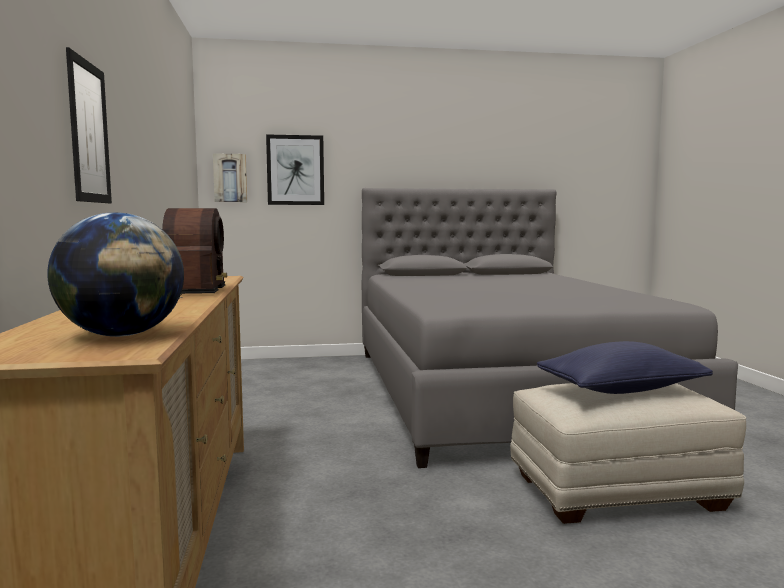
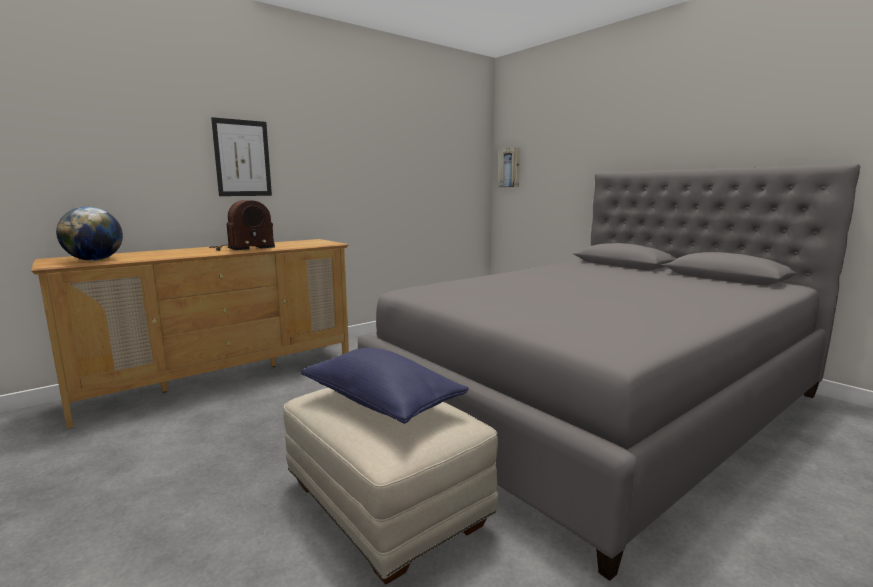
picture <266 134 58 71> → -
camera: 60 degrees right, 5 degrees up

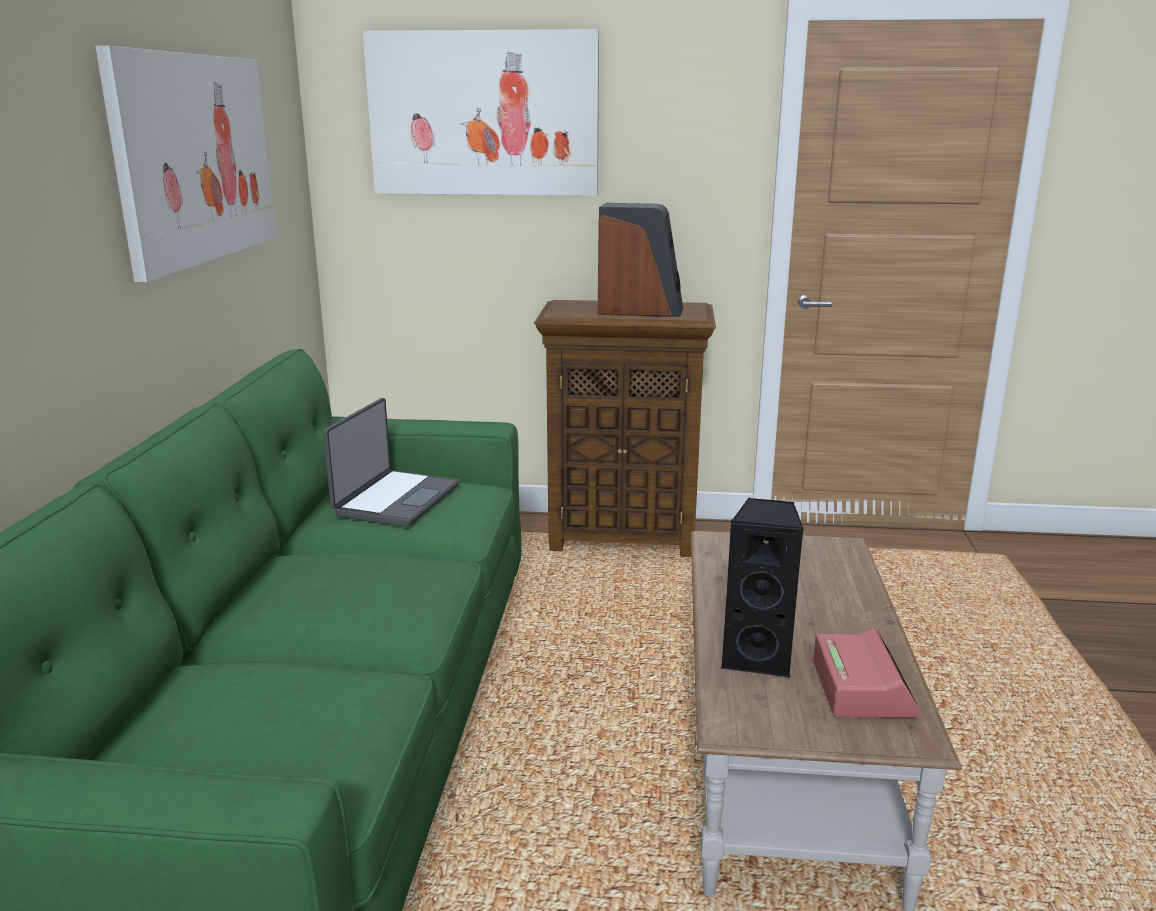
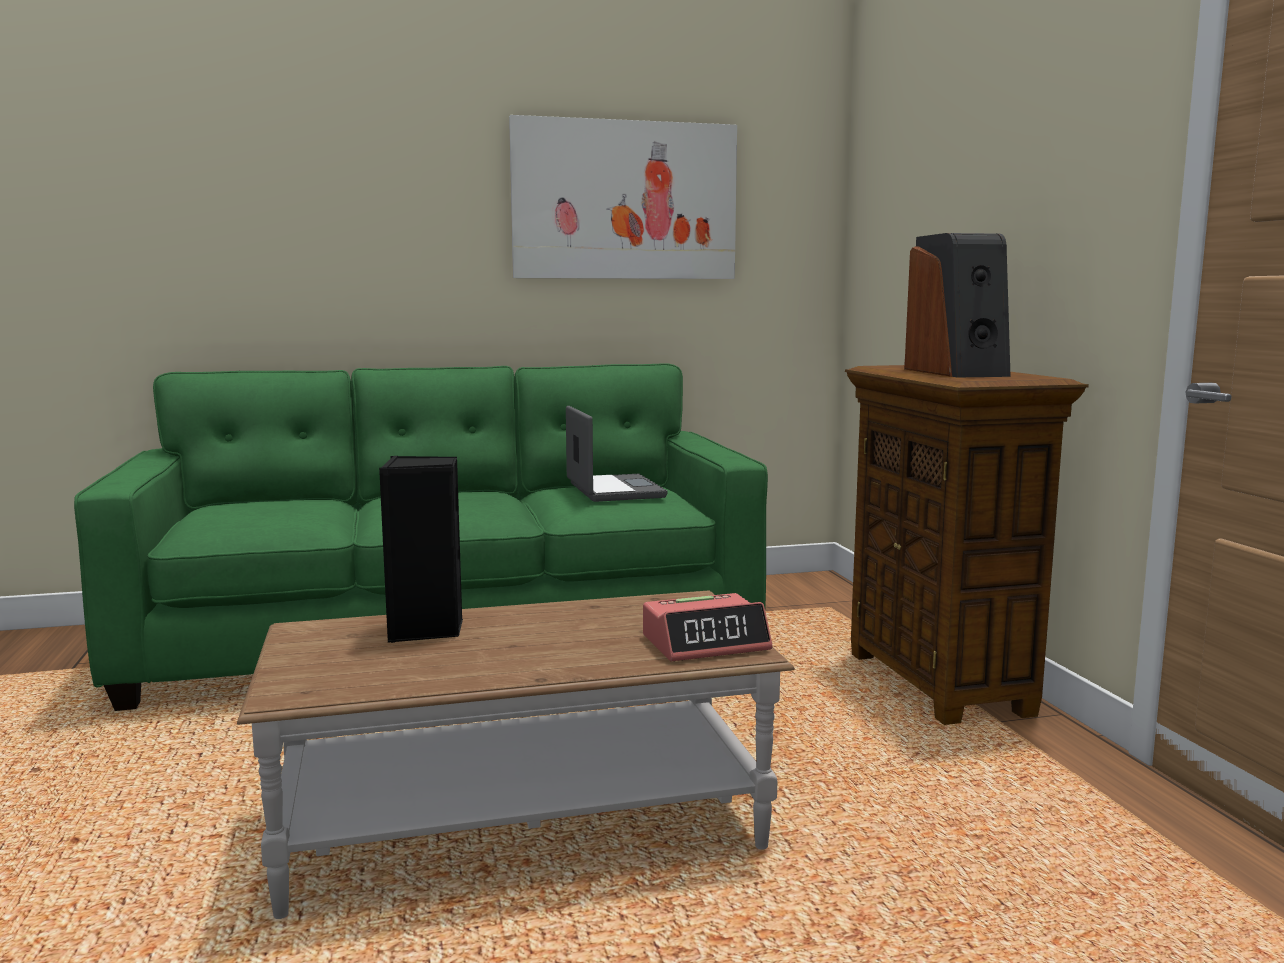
picture <363 29 236 167> → -
laptop <323 398 136 129> → laptop <566 406 102 96>, 105 degrees counterclockwise
alarm clock <813 628 108 90> → alarm clock <643 593 129 68>, relocated
camera: 70 degrees right, 10 degrees down

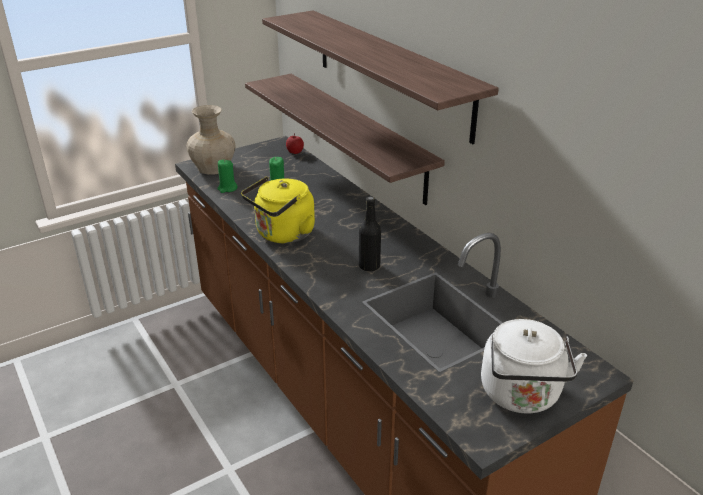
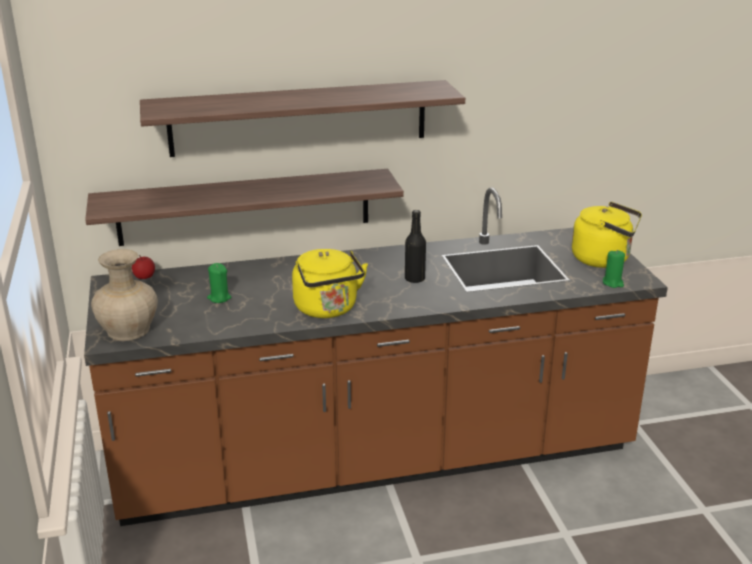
green candle <218 159 20 34> → green candle <603 250 22 38>, relocated
white kettle <481 319 106 95> → yellow kettle <572 202 70 66>
camera: 70 degrees left, 5 degrees down

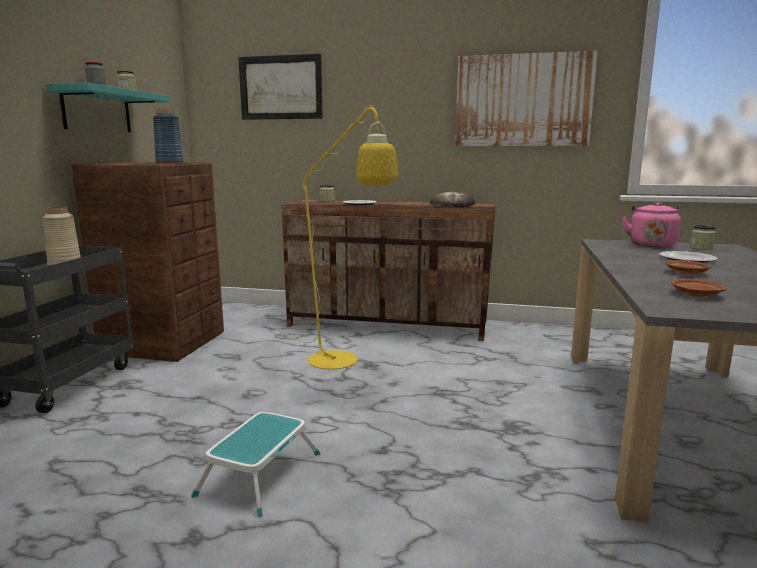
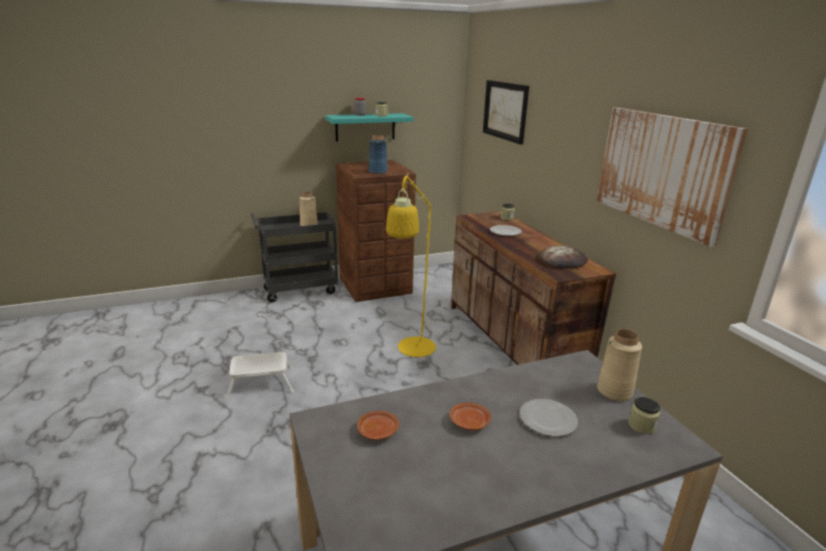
pink kettle <621 202 60 45> → beige vase <597 329 45 72>
turquoise step ladder <191 412 129 106> → white step ladder <225 352 69 48>
camera: 55 degrees right, 10 degrees up

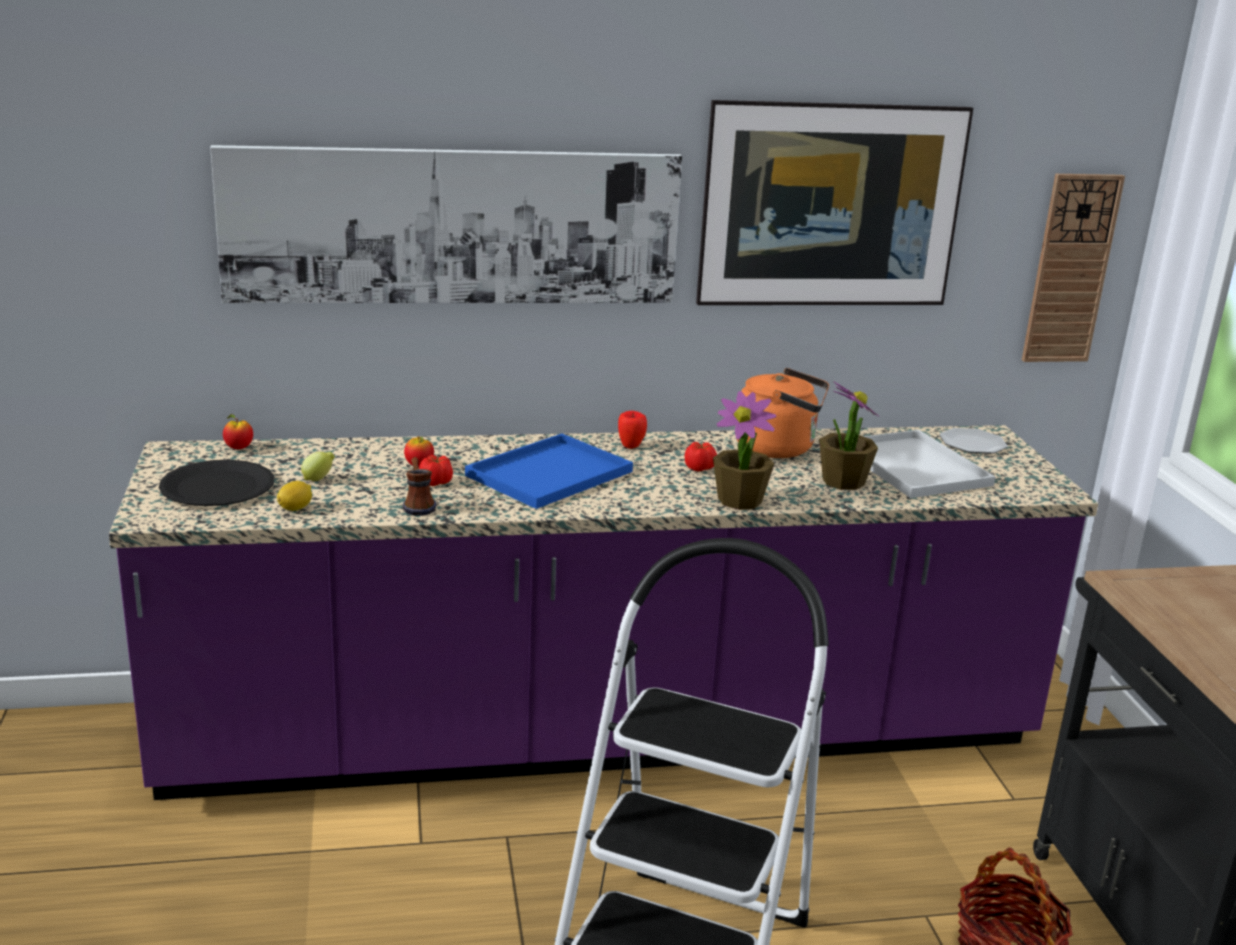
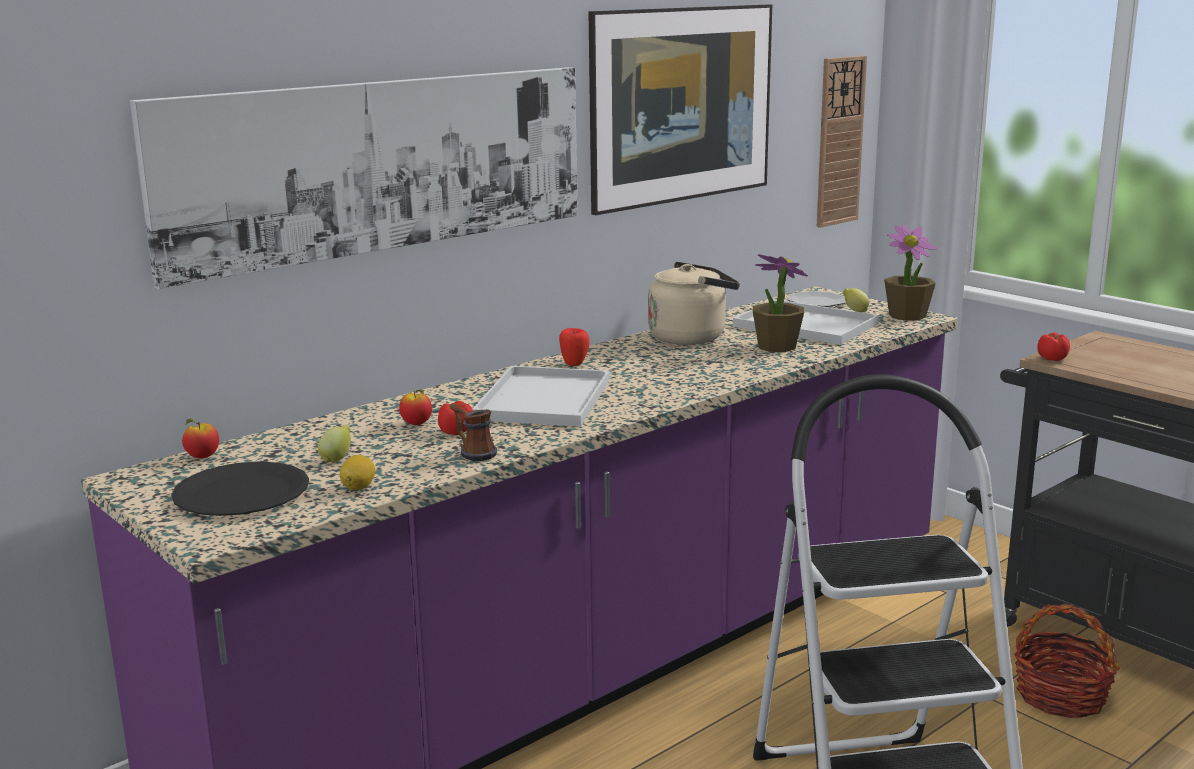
orange kettle <737 368 92 90> → beige kettle <648 262 92 83>
potted plant <713 391 63 119> → potted plant <884 225 53 96>, relocated
blue tray <465 434 168 75> → white tray <473 366 136 61>
tomato <685 442 32 30> → tomato <1037 332 33 29>, relocated
- → lemon <843 288 26 24>
camera: 30 degrees left, 5 degrees down

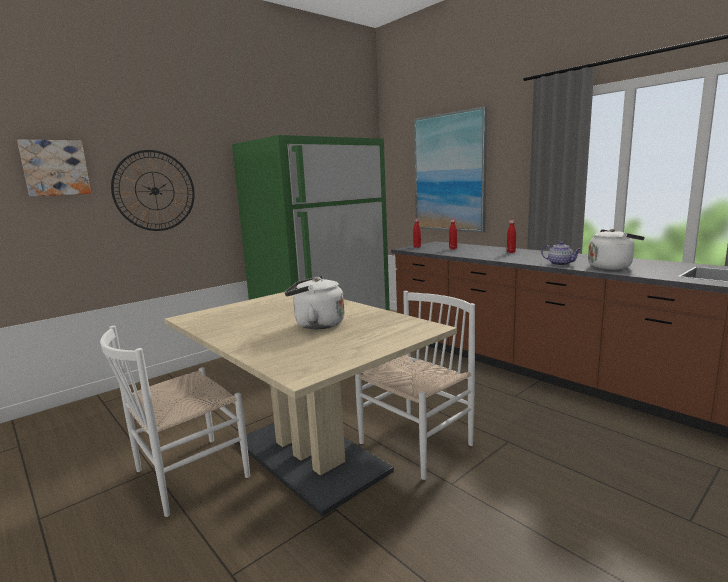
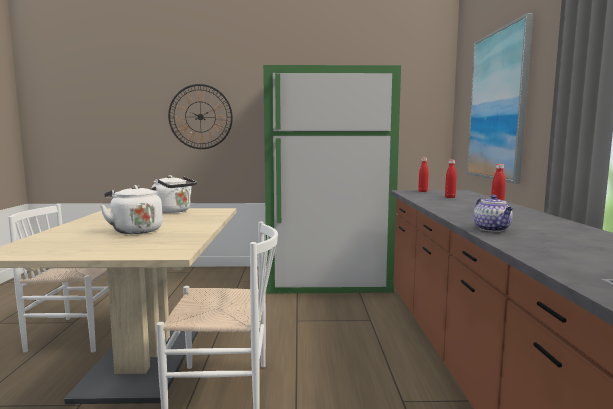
picture <17 139 74 58> → -
white kettle <588 229 57 41> → white kettle <151 175 46 38>, relocated
camera: 40 degrees right, 5 degrees down

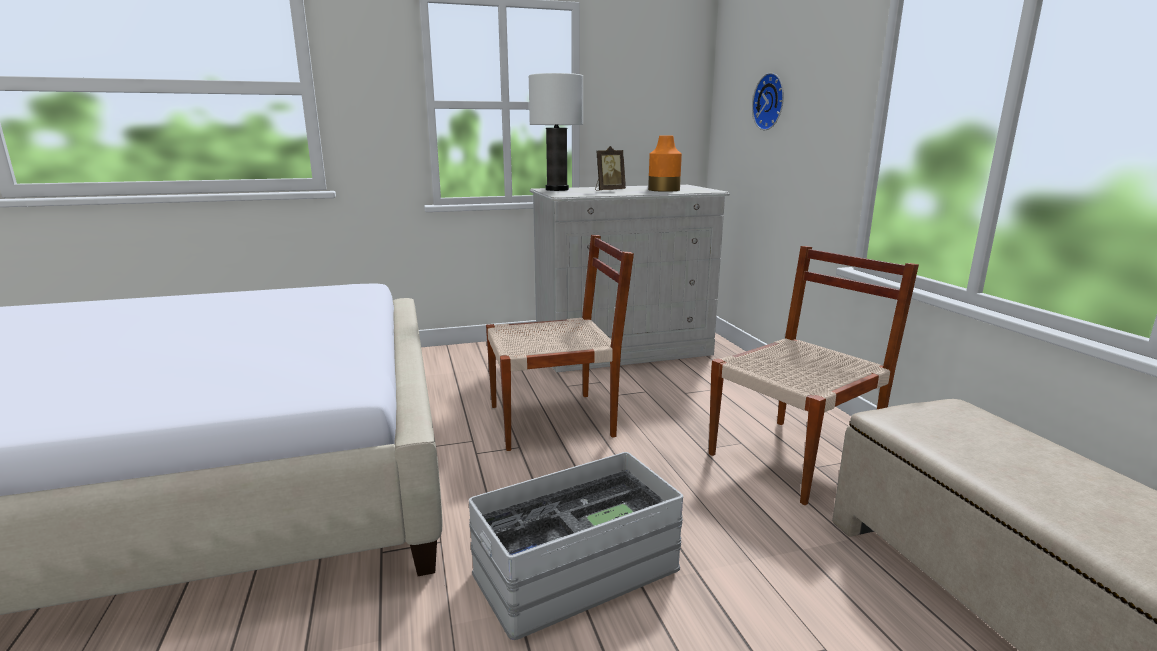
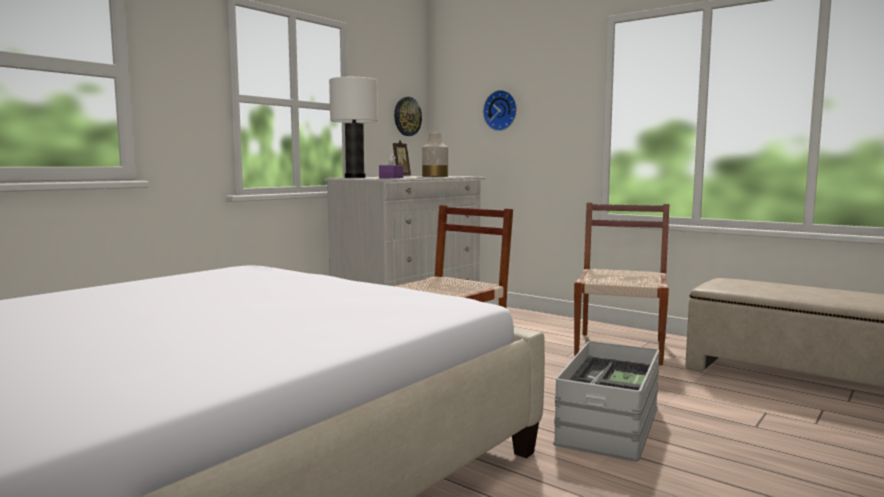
orange vase <648 136 34 56> → beige vase <422 133 26 44>
- → wall clock <394 97 28 39>
- → purple tissue box <379 153 25 26>
camera: 35 degrees left, 10 degrees down

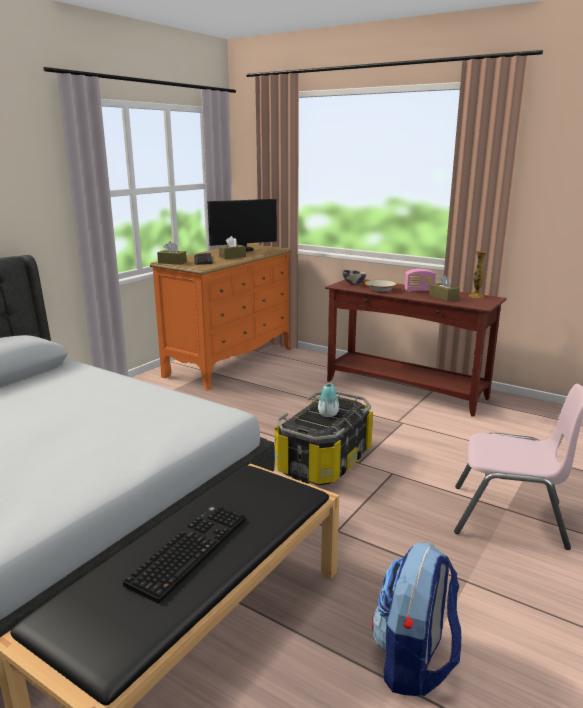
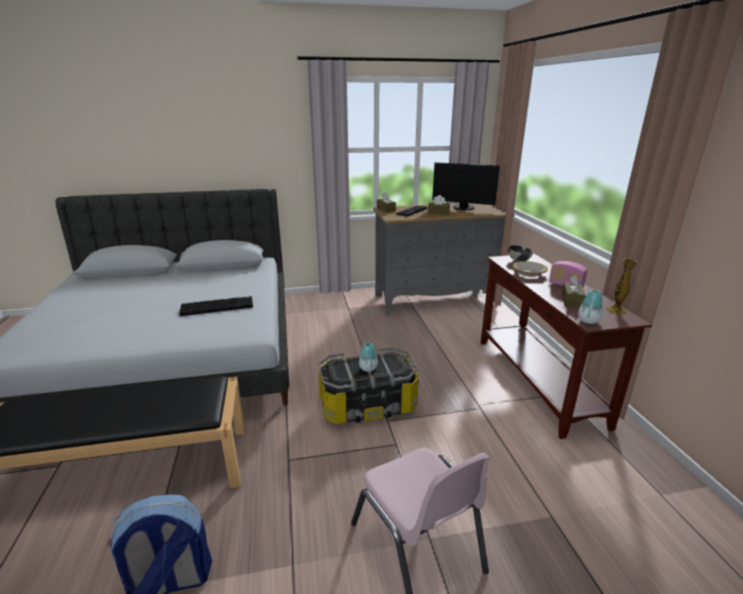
orange dresser <150 243 142 147> → grey dresser <373 203 142 113>
keyboard <123 504 122 100> → keyboard <179 296 74 20>, relocated
- → vase <578 290 25 34>
camera: 45 degrees right, 5 degrees up

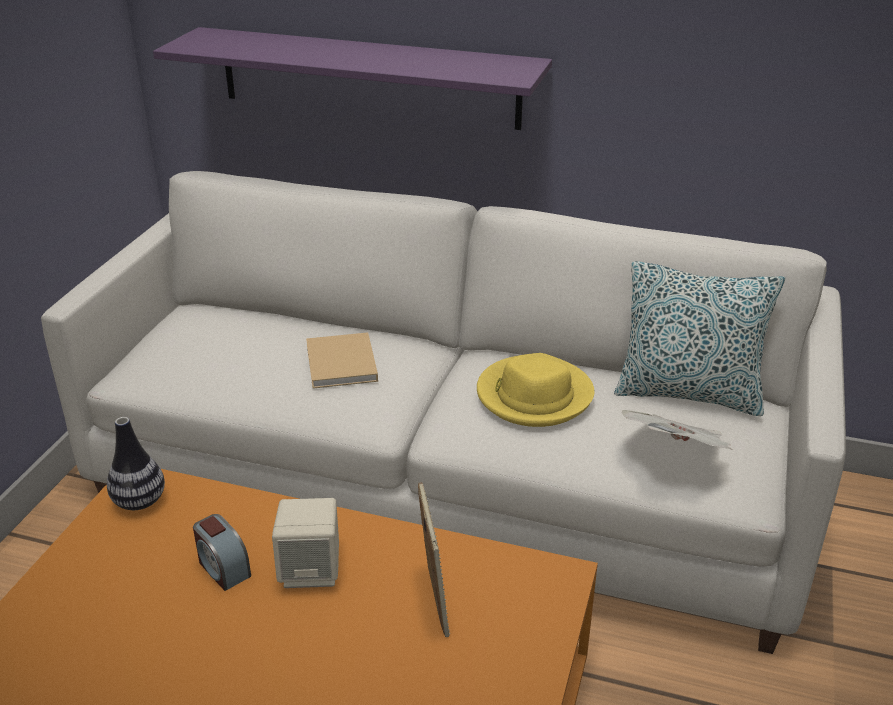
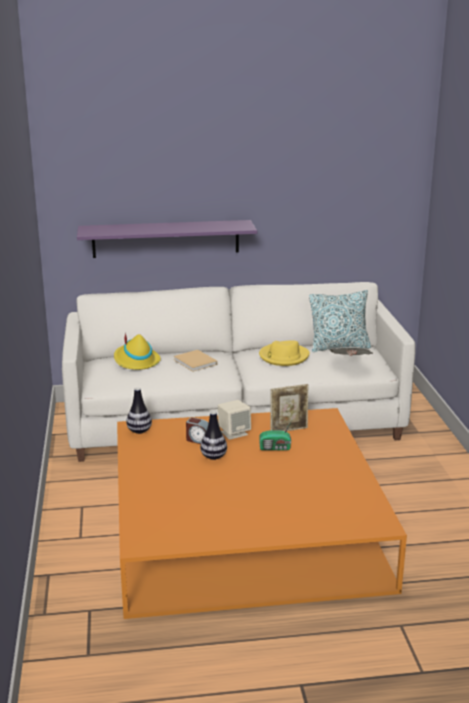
picture frame <418 482 32 155> → picture frame <270 384 39 47>, 105 degrees clockwise
- → yellow hat <114 334 47 36>
- → vase <200 411 27 49>
- → radio <259 418 34 32>
camera: 25 degrees left, 10 degrees down

